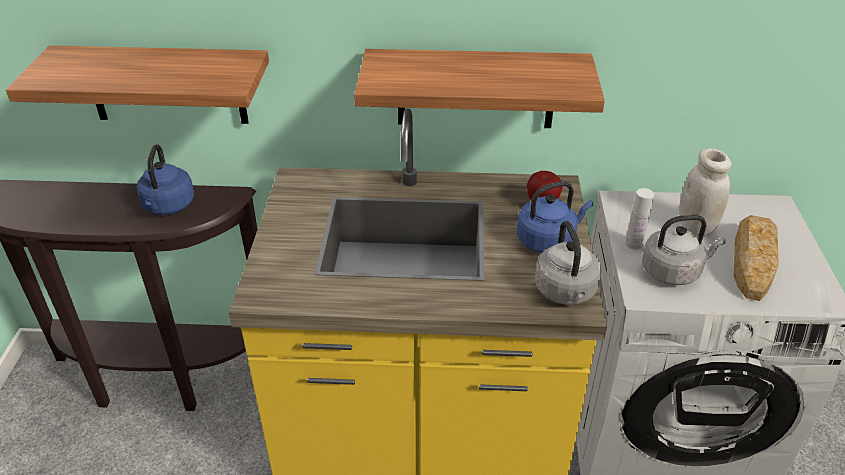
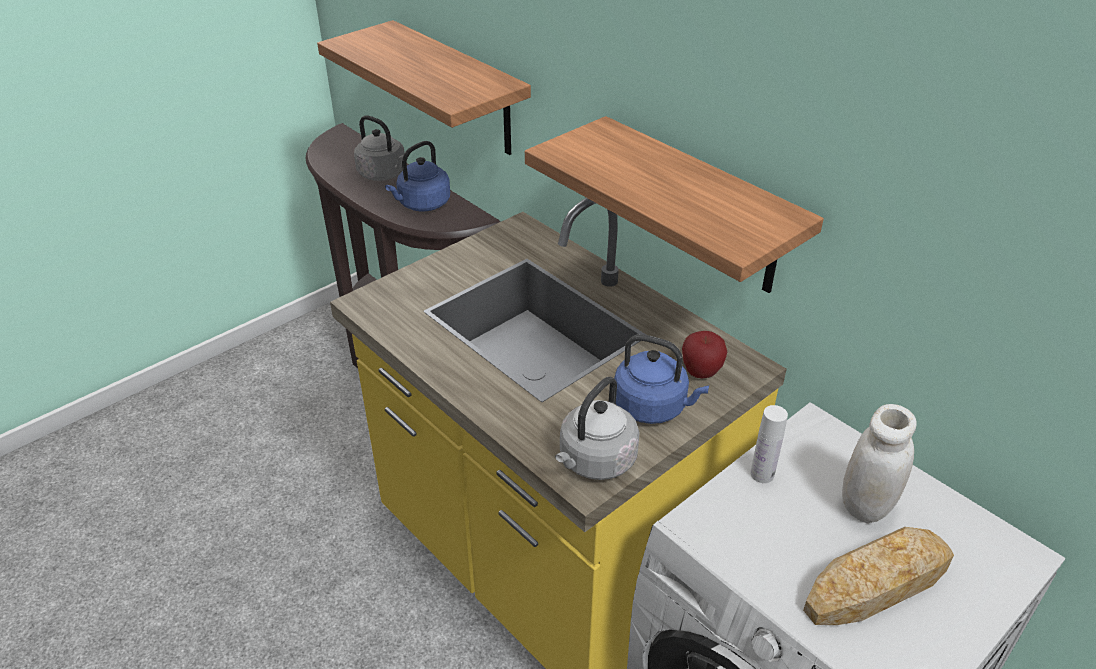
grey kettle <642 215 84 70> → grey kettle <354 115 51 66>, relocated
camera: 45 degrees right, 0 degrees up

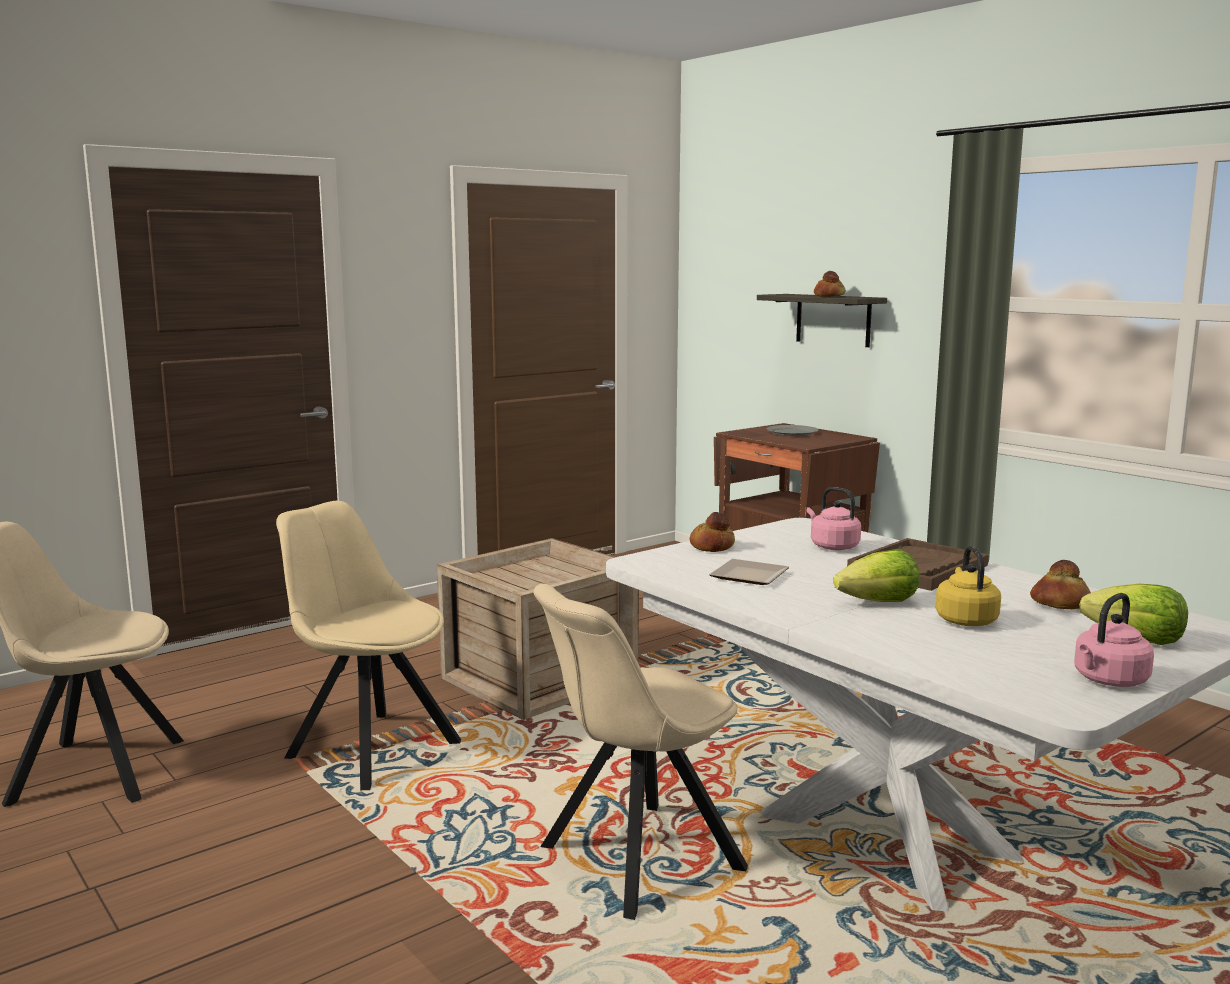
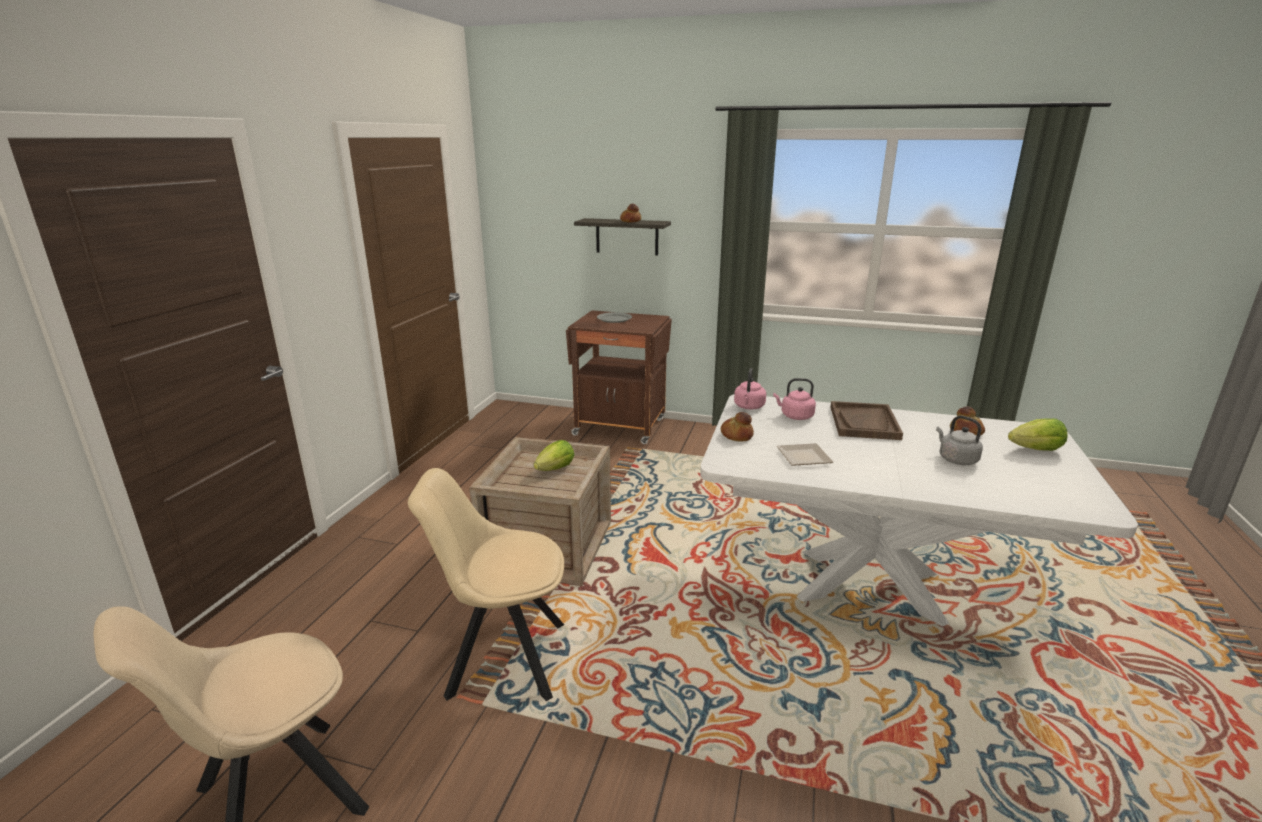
yellow kettle <936 546 65 80> → grey kettle <936 416 47 49>
lettuce <833 550 87 52> → lettuce <534 440 40 31>, relocated
beige chair <534 584 214 336> → -
pink kettle <1074 593 80 94> → pink kettle <734 368 32 41>, relocated
camera: 35 degrees left, 10 degrees up

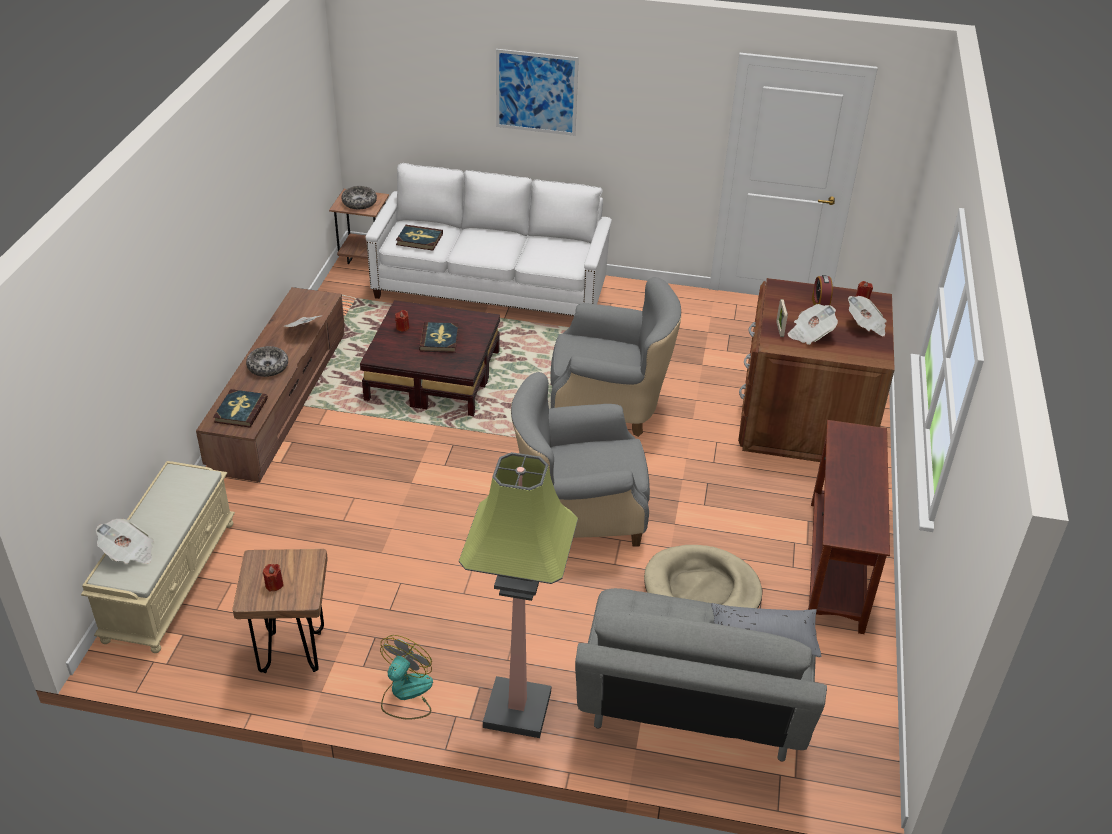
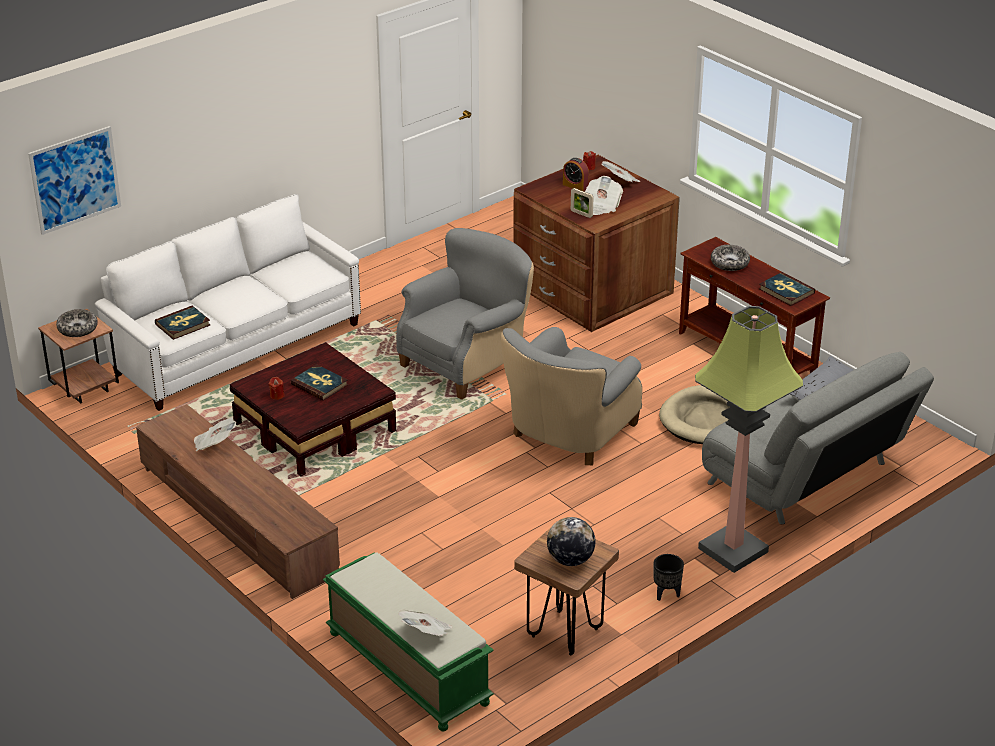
picture <496 49 83 87> → picture <28 126 93 109>, relocated
bowl <246 346 42 31> → bowl <711 245 39 26>, relocated
book <213 389 55 38> → book <759 272 56 34>, relocated
beige bench <81 461 154 192> → green bench <323 552 171 180>
red candle <263 564 20 28> → globe <547 517 48 49>
fan <380 635 53 85> → black planter <654 554 30 47>
camera: 50 degrees left, 5 degrees down

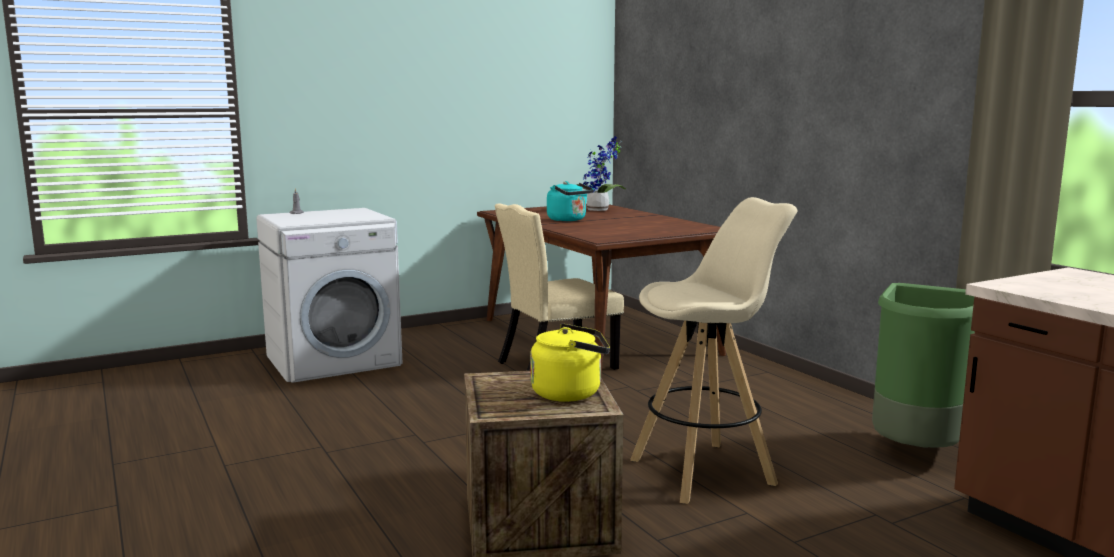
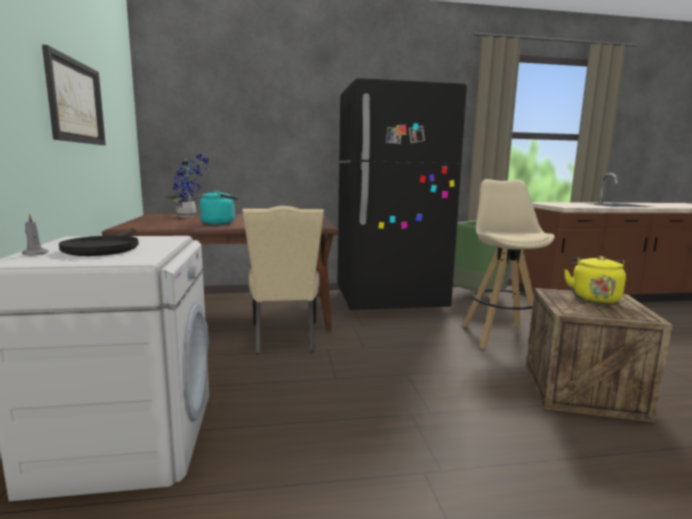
- → picture <42 45 64 100>
- → black fridge <337 78 130 232>
- → black frying pan <59 228 80 28>
camera: 70 degrees left, 0 degrees up

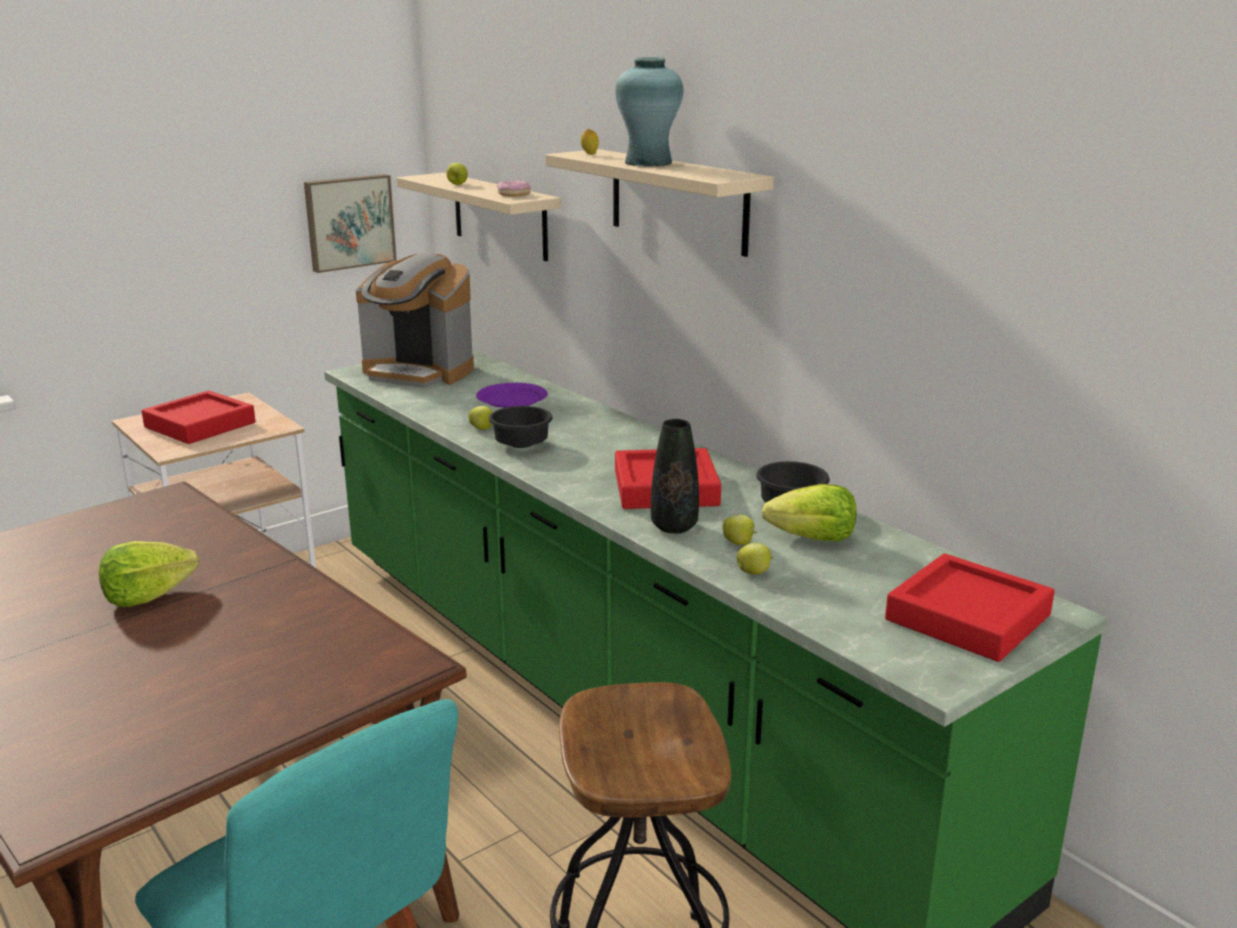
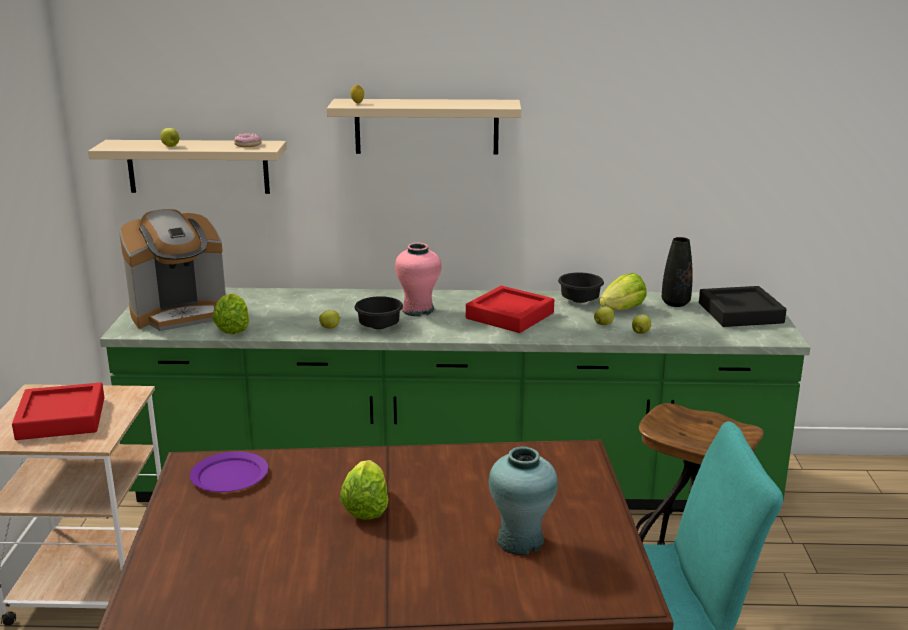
turquoise vase <615 57 68 109> → turquoise vase <489 447 69 108>, relocated
picture <304 174 93 99> → -
purple plate <476 383 72 25> → purple plate <190 451 78 41>, relocated
black vase <651 419 48 115> → black vase <662 237 31 70>, relocated
red tray <885 553 170 109> → black tray <699 286 88 41>
- → pink vase <395 243 47 74>
- → lettuce <213 293 37 41>
camera: 50 degrees left, 0 degrees up

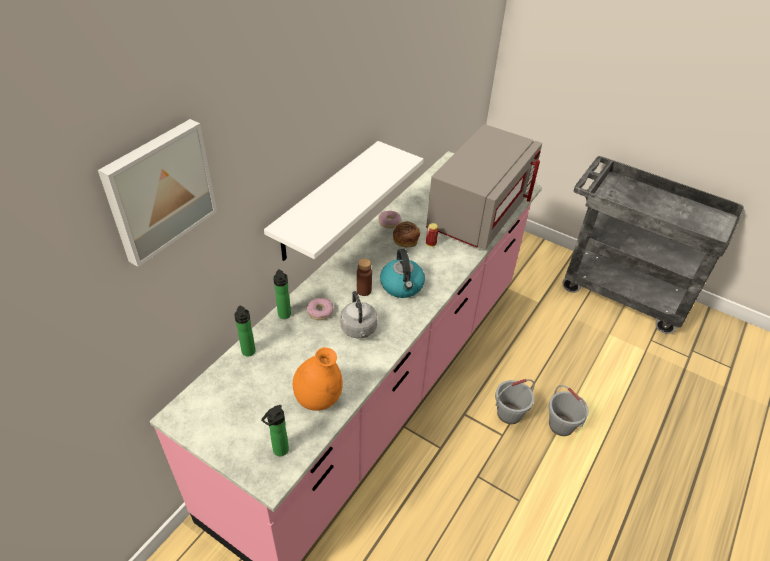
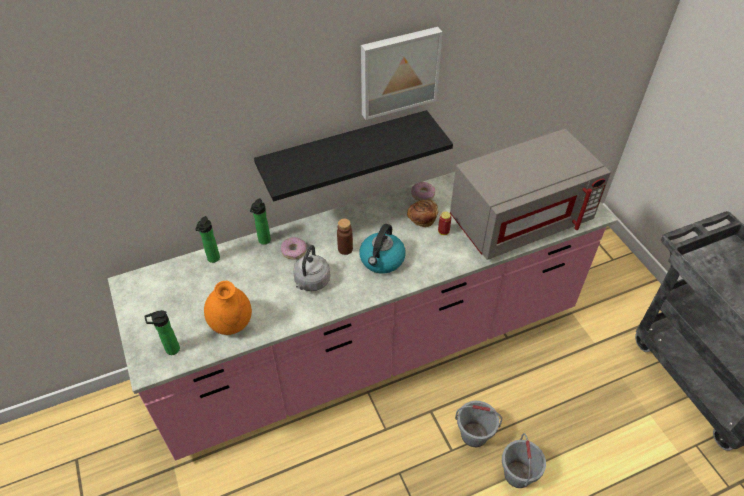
picture <98 119 119 148> → picture <361 27 82 93>, relocated
white shelf <264 141 159 120> → black shelf <254 110 199 92>
camera: 35 degrees right, 5 degrees up

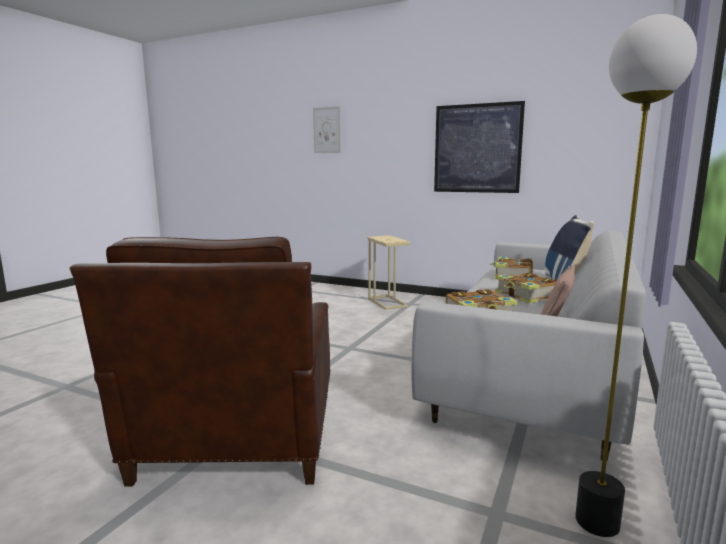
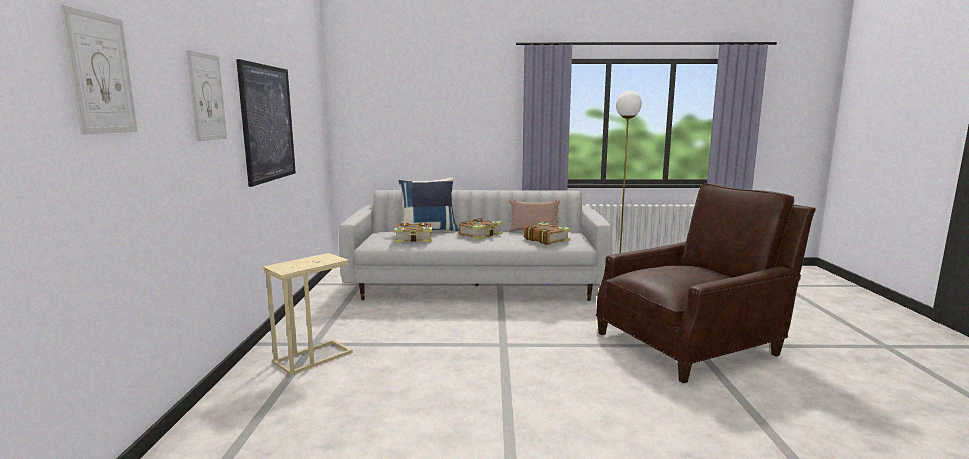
- → picture <186 50 41 91>
camera: 115 degrees left, 0 degrees up

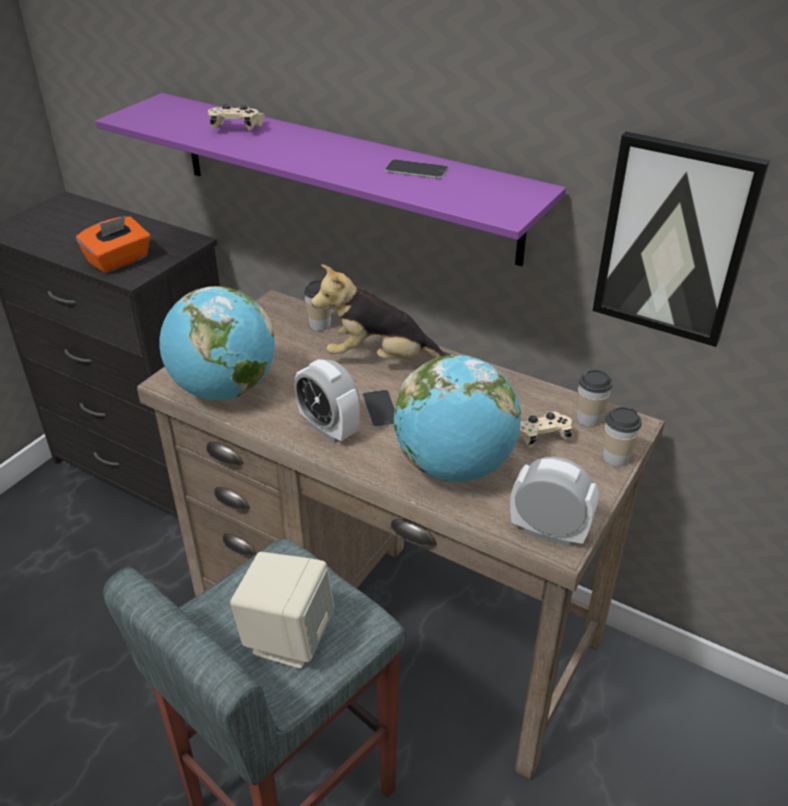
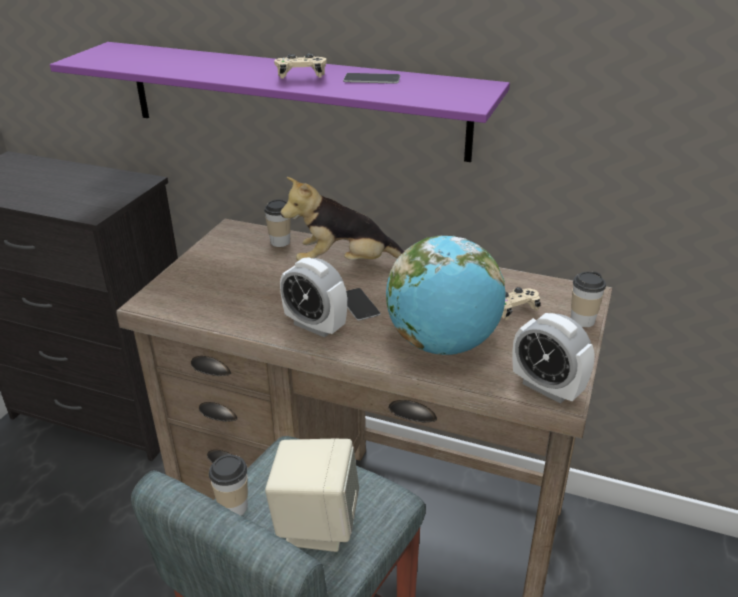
beige game controller <208 104 57 27> → beige game controller <274 54 53 25>, relocated
picture <593 131 177 216> → -
orange tissue box <76 216 74 57> → -
globe <159 286 115 114> → -
cup <577 370 36 57> → cup <209 455 39 61>, relocated
alarm clock <510 457 89 90> → alarm clock <512 313 83 90>, 150 degrees counterclockwise
camera: 10 degrees left, 5 degrees down

